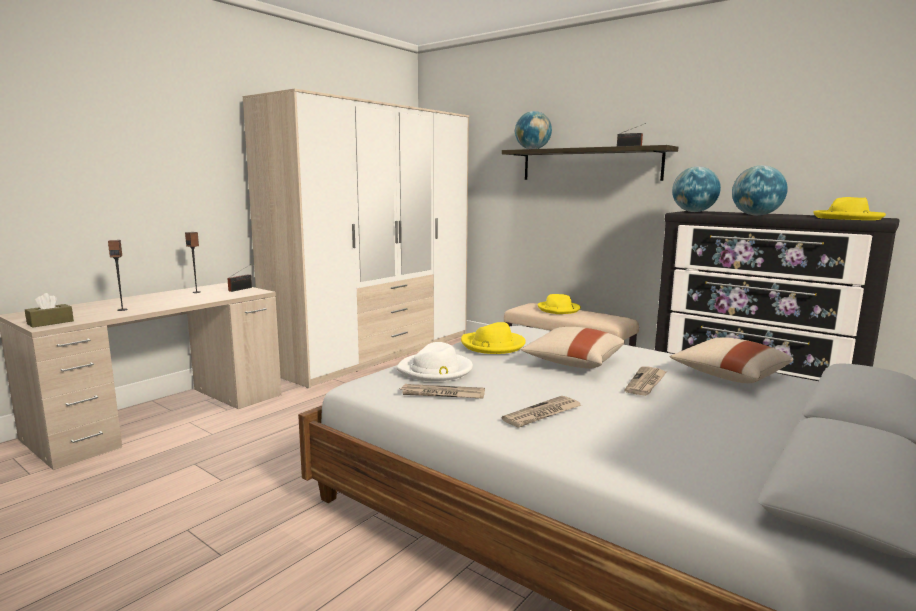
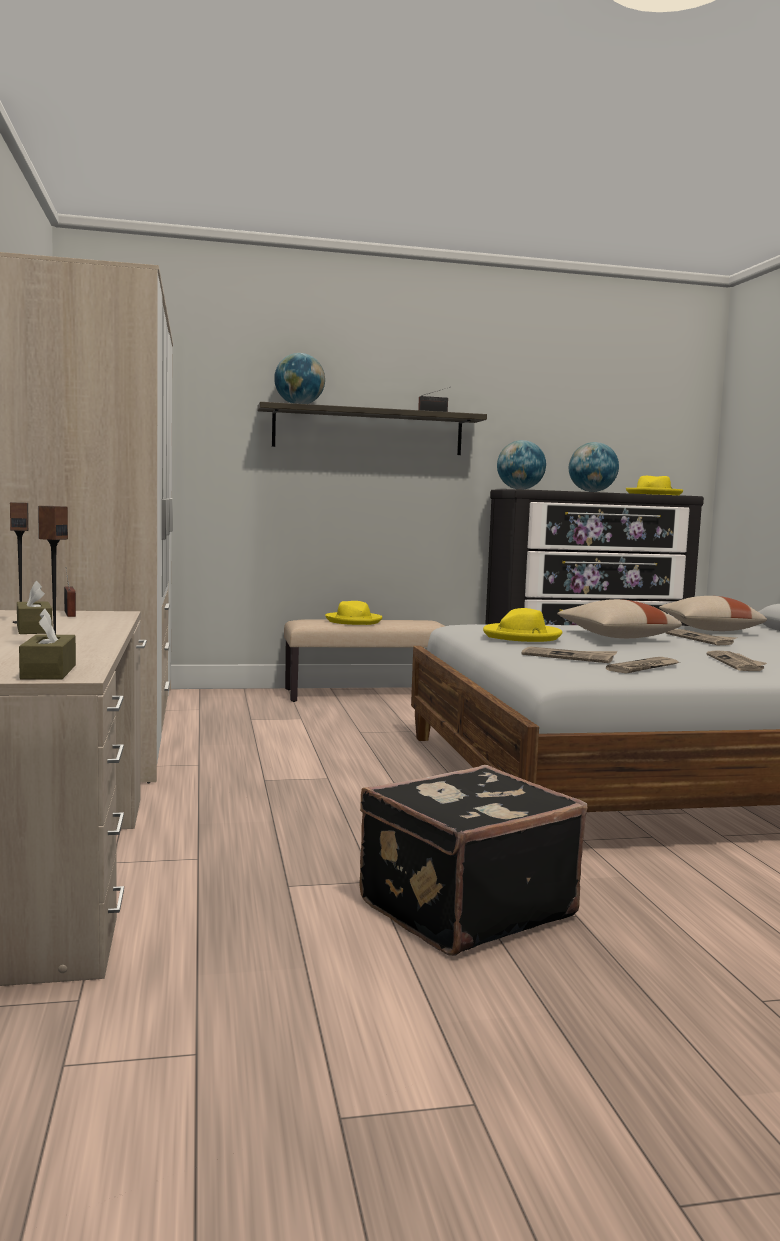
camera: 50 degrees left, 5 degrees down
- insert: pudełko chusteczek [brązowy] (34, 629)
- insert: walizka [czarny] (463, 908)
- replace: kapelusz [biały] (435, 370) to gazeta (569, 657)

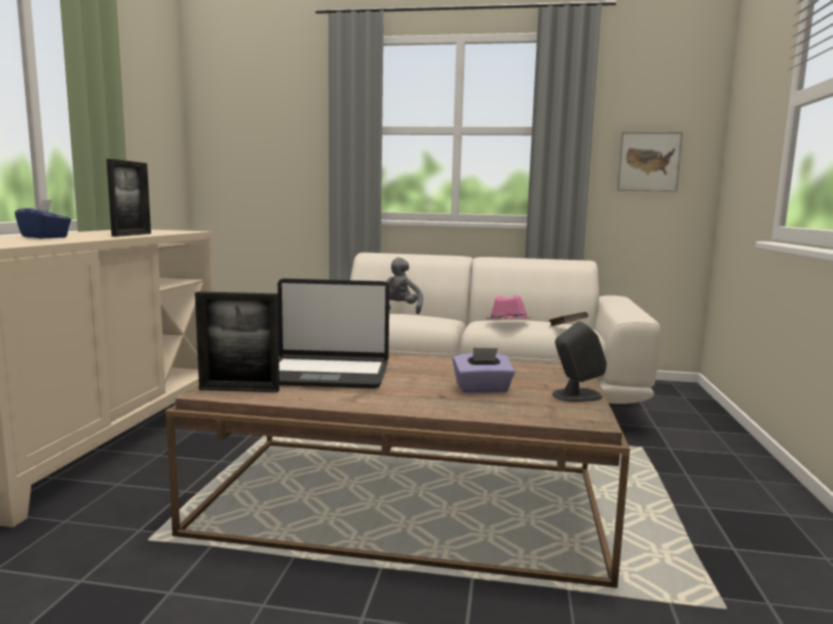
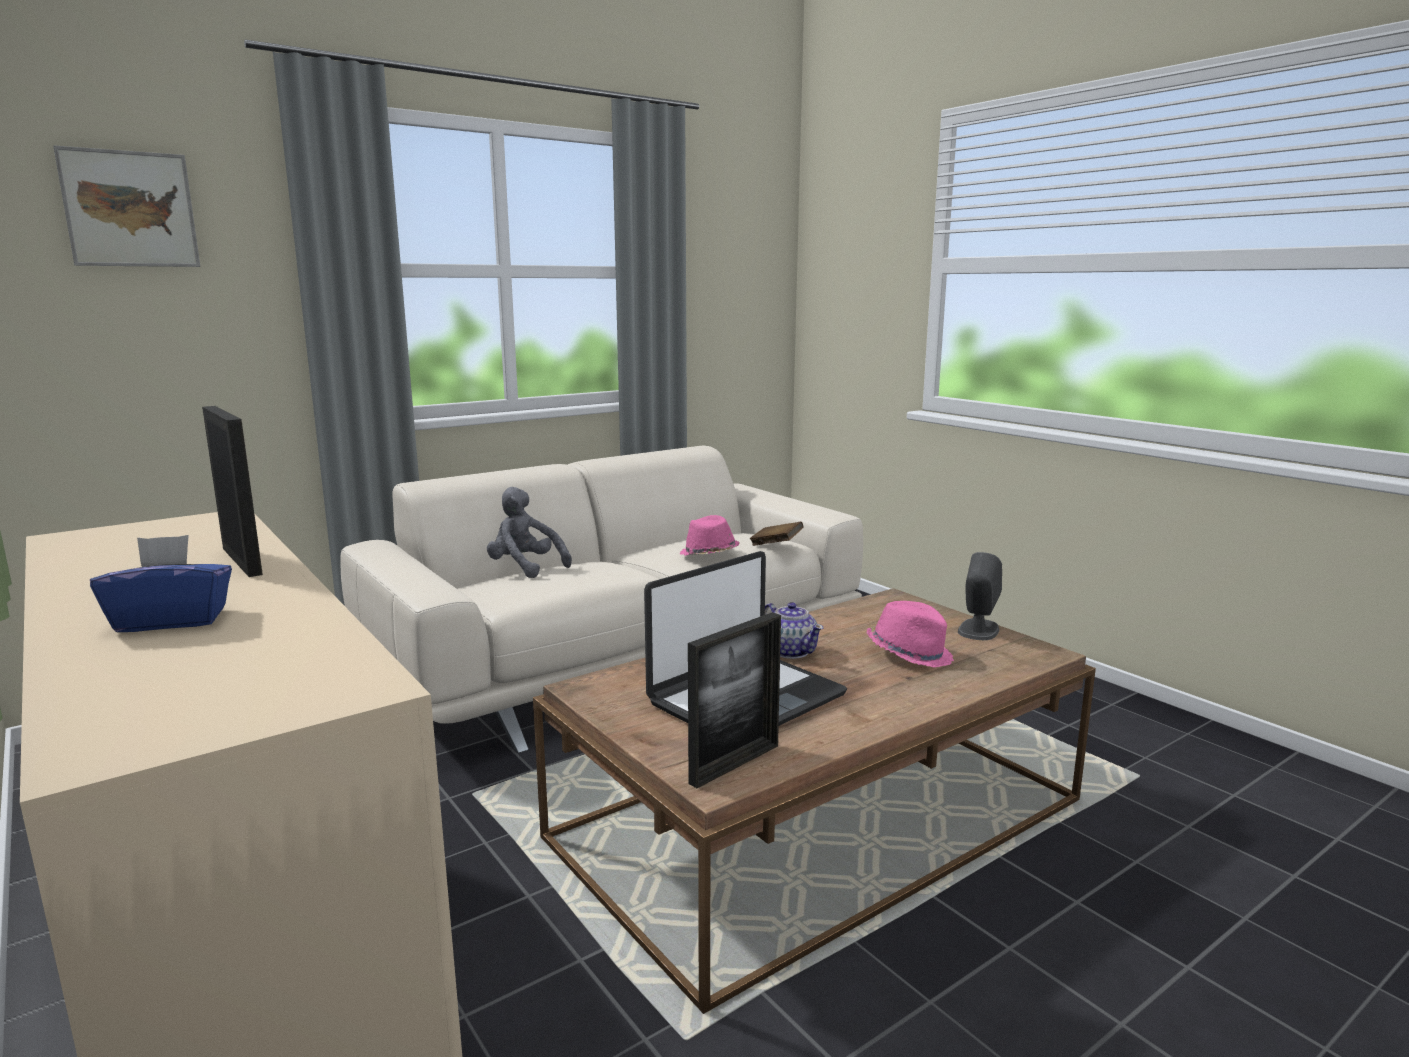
camera: 45 degrees left, 5 degrees up
- insert: imbryk (791, 651)
- move: obraz (648, 161) to (130, 209)
- replace: pudełko chusteczek [fioletowy] (482, 389) to kapelusz [różowy] (909, 654)

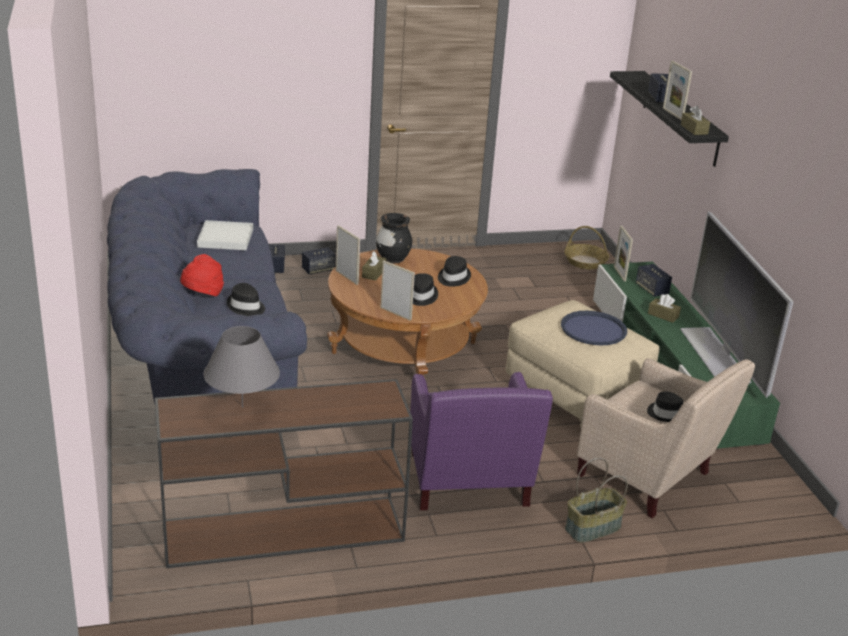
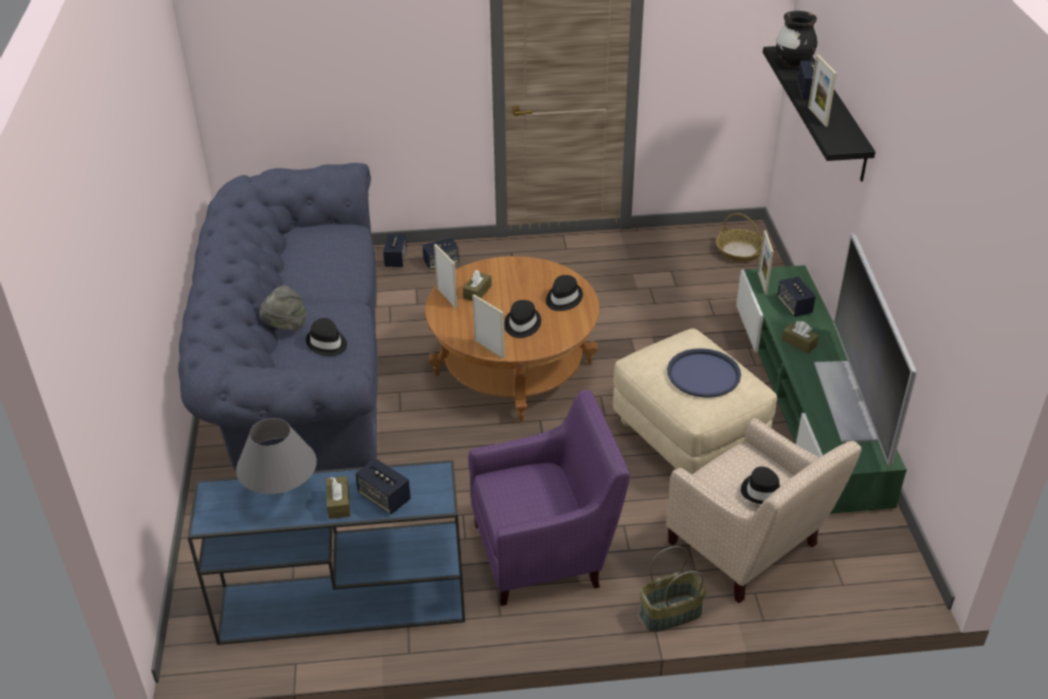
camera: 10 degrees right, 10 degrees up
- delete: taca [biały] (225, 238)
- insert: głośnik (384, 498)
- move: wazon [czarny] (393, 259) to (793, 64)
- move: pudełko chusteczek [brązowy] (694, 129) to (338, 503)
- recolor: stolik konsolowy [brązowy] (281, 532) to stolik konsolowy [niebieski] (339, 604)
- recolor: kapelusz [czerwony] (203, 295) to kapelusz [szary] (285, 327)
- rotate: fotel [fioletowy] (467, 485) = (546, 552) 105 degrees counterclockwise

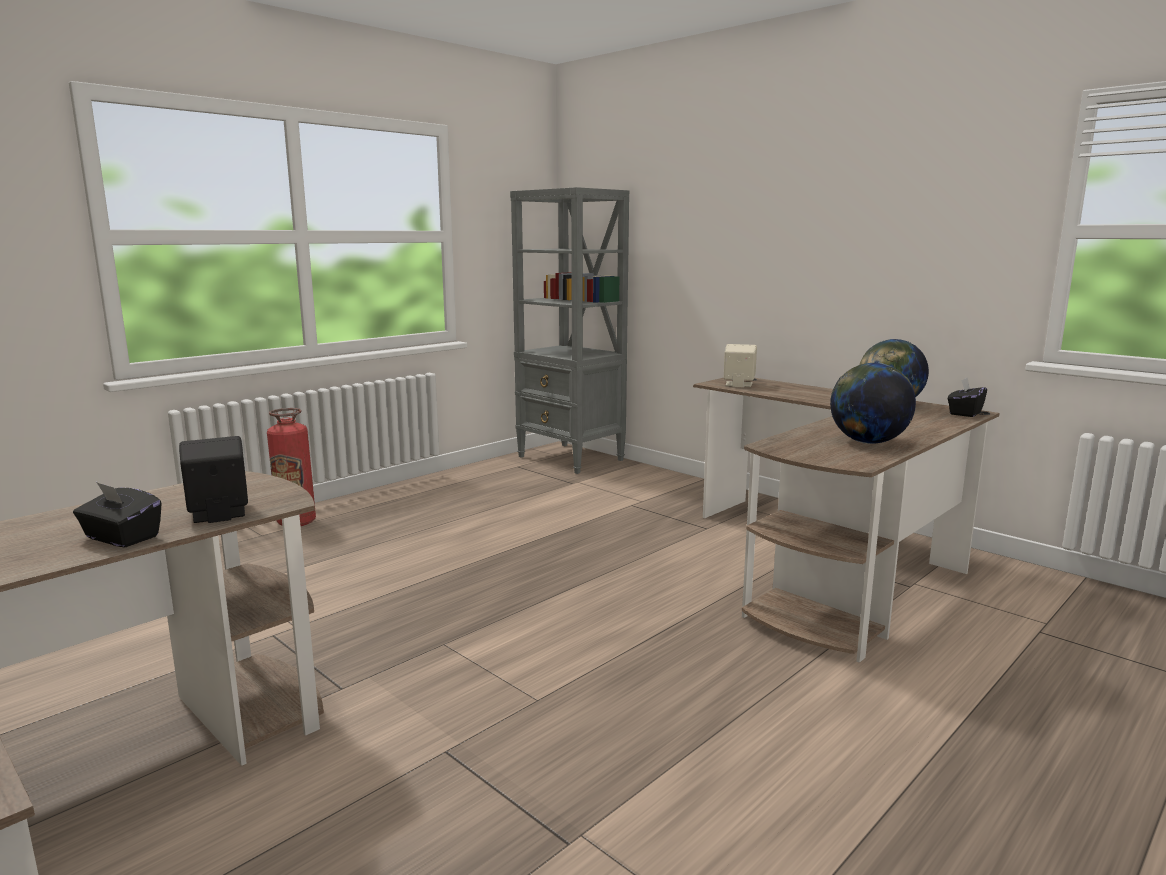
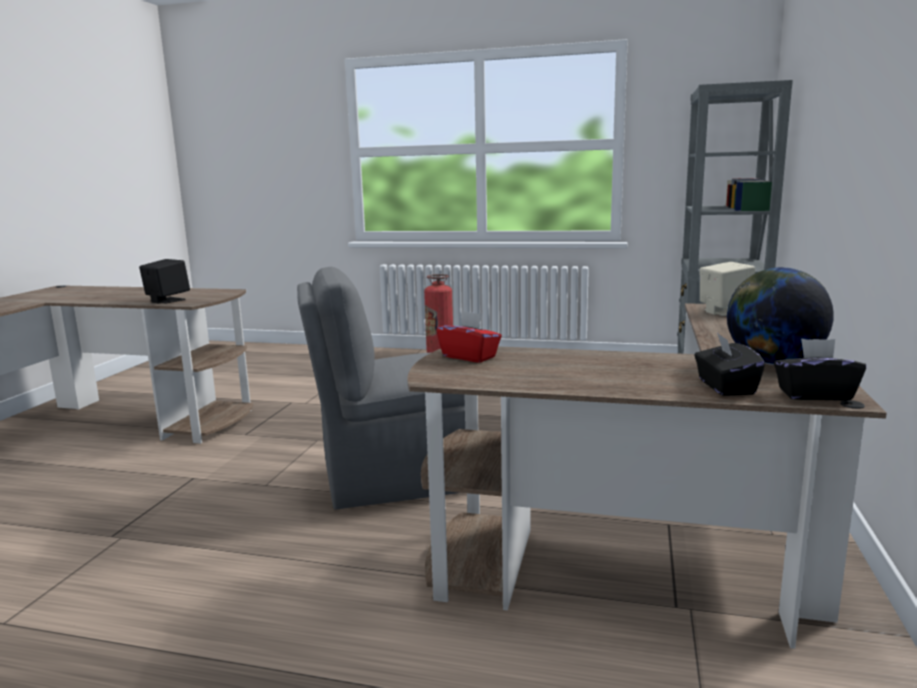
camera: 60 degrees right, 0 degrees up
- delete: globus (868, 442)
- insert: krzesło [szary] (394, 478)
- insert: pudełko chusteczek [czerwony] (469, 356)
- move: pudełko chusteczek [czarny] (121, 538) to (725, 387)

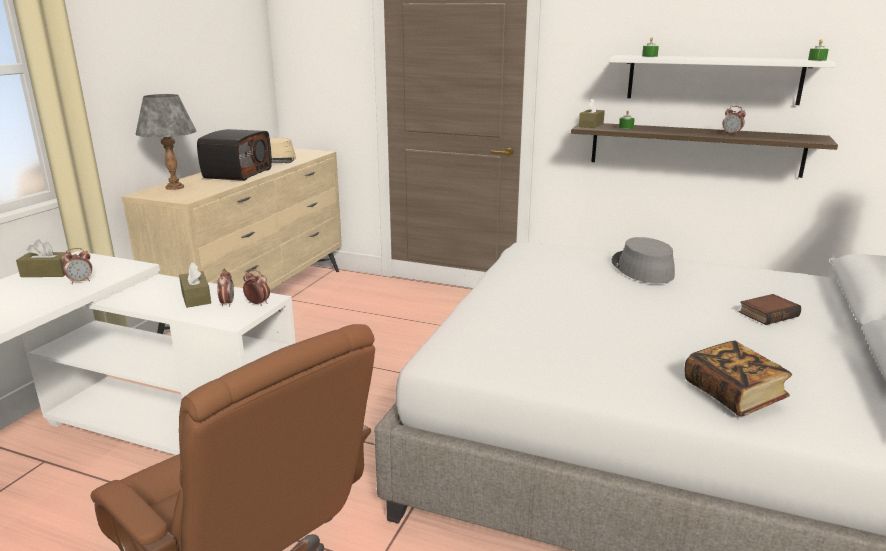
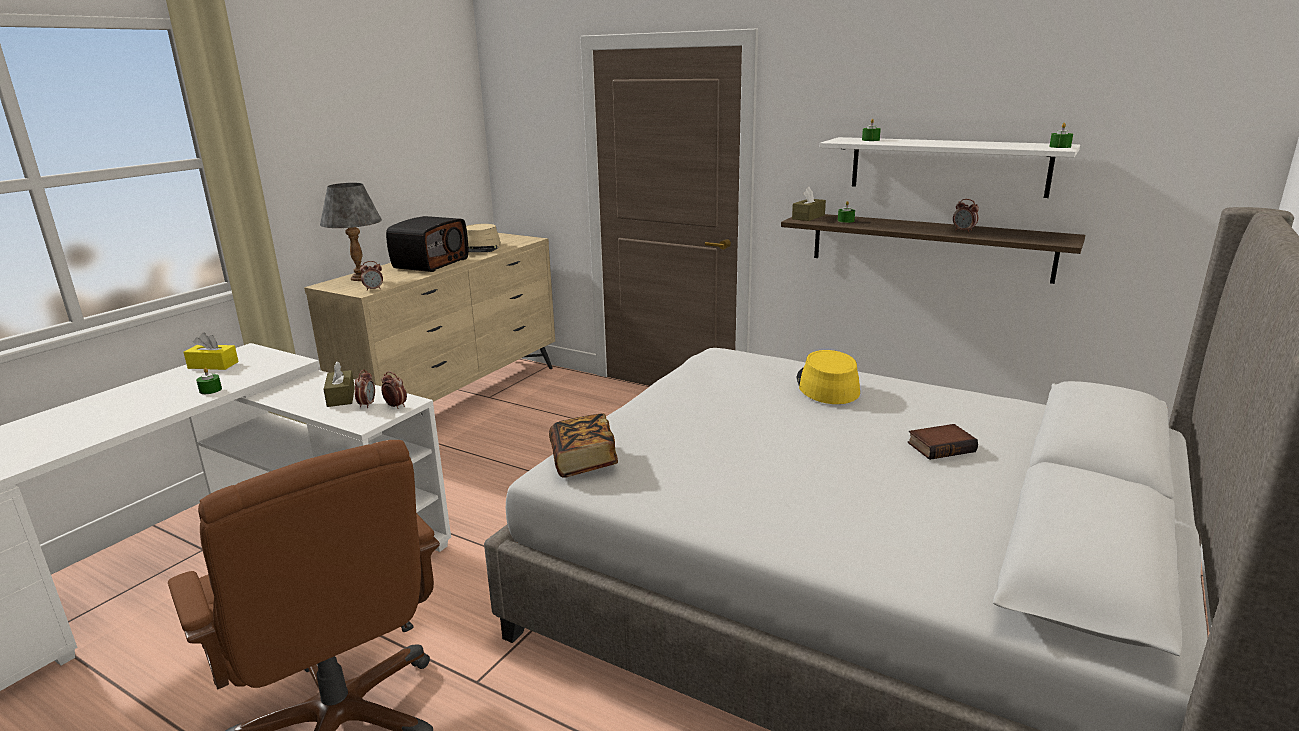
camera: 10 degrees right, 0 degrees up
- insert: świeca [zielony] (210, 390)
- move: budzik (81, 281) to (373, 289)
- move: książka (733, 394) to (583, 461)
- recolor: pudełko chusteczek [brązowy] (47, 273) to pudełko chusteczek [żółty] (213, 365)
- recolor: kapelusz [szary] (641, 268) to kapelusz [żółty] (826, 386)

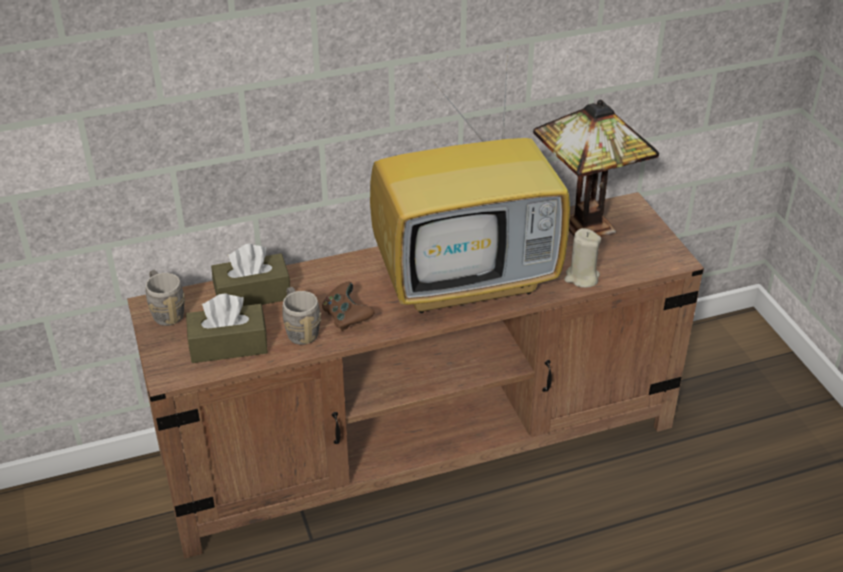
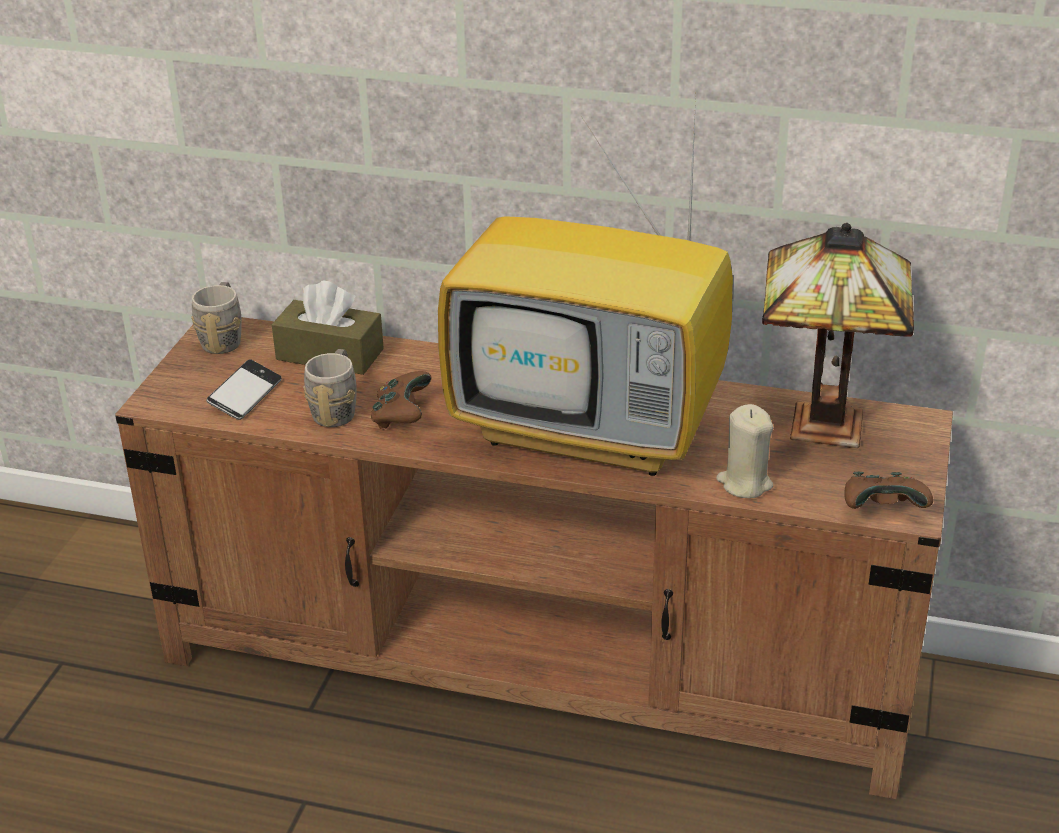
camera: 35 degrees right, 5 degrees down
- insert: pad do gier [brązowy] (882, 510)
- replace: pudełko chusteczek [brązowy] (228, 345) to telefon (245, 396)

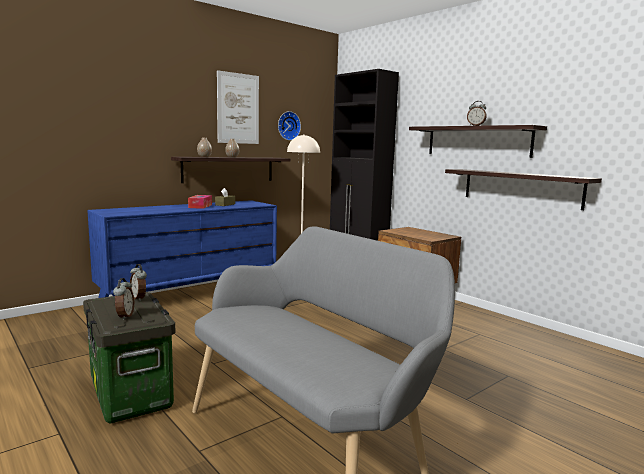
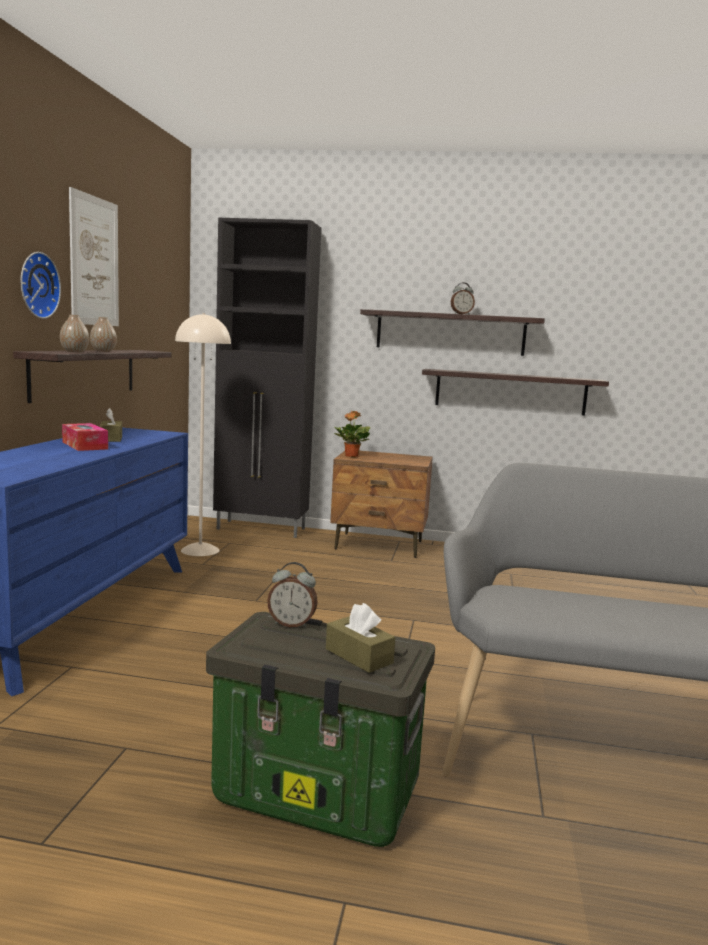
camera: 40 degrees left, 0 degrees up
- insert: roślina doniczkowa (351, 456)
- move: zegar ścienny (288, 126) to (36, 285)
- replace: budzik (124, 316) to pudełko chusteczek [brązowy] (359, 656)

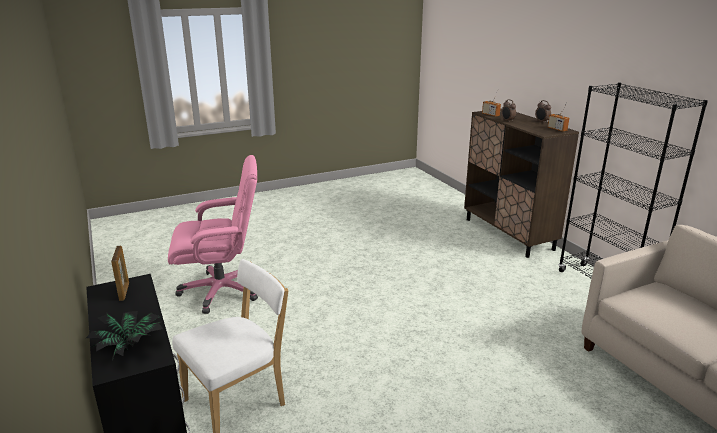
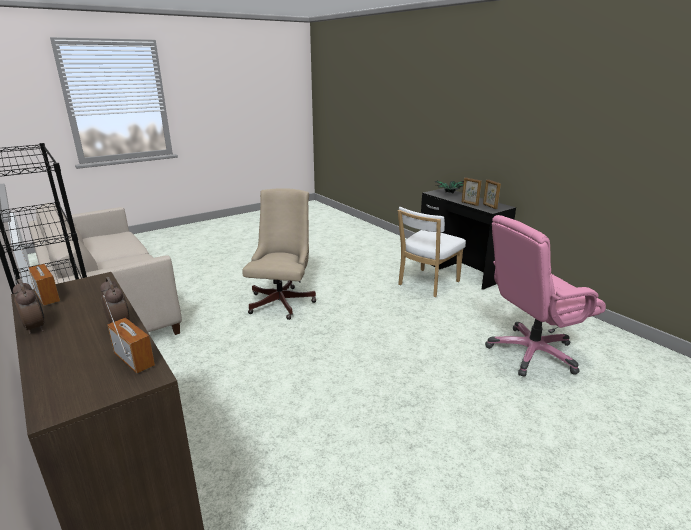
camera: 170 degrees right, 0 degrees up
- insert: krzesło biurowe [beżowy] (283, 301)
- insert: ramka na zdjęcie (469, 204)

